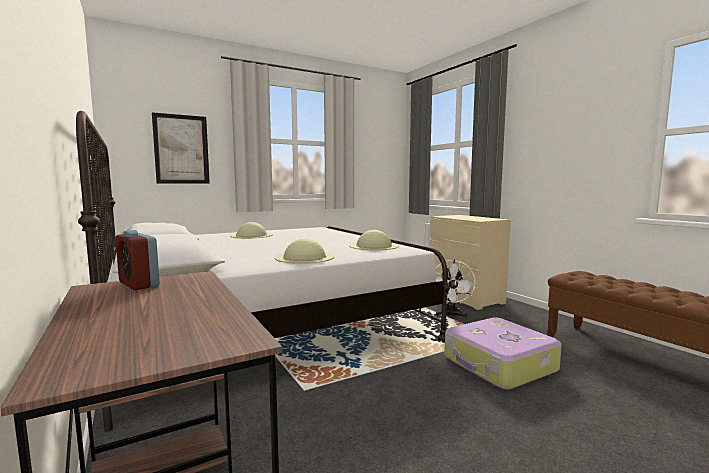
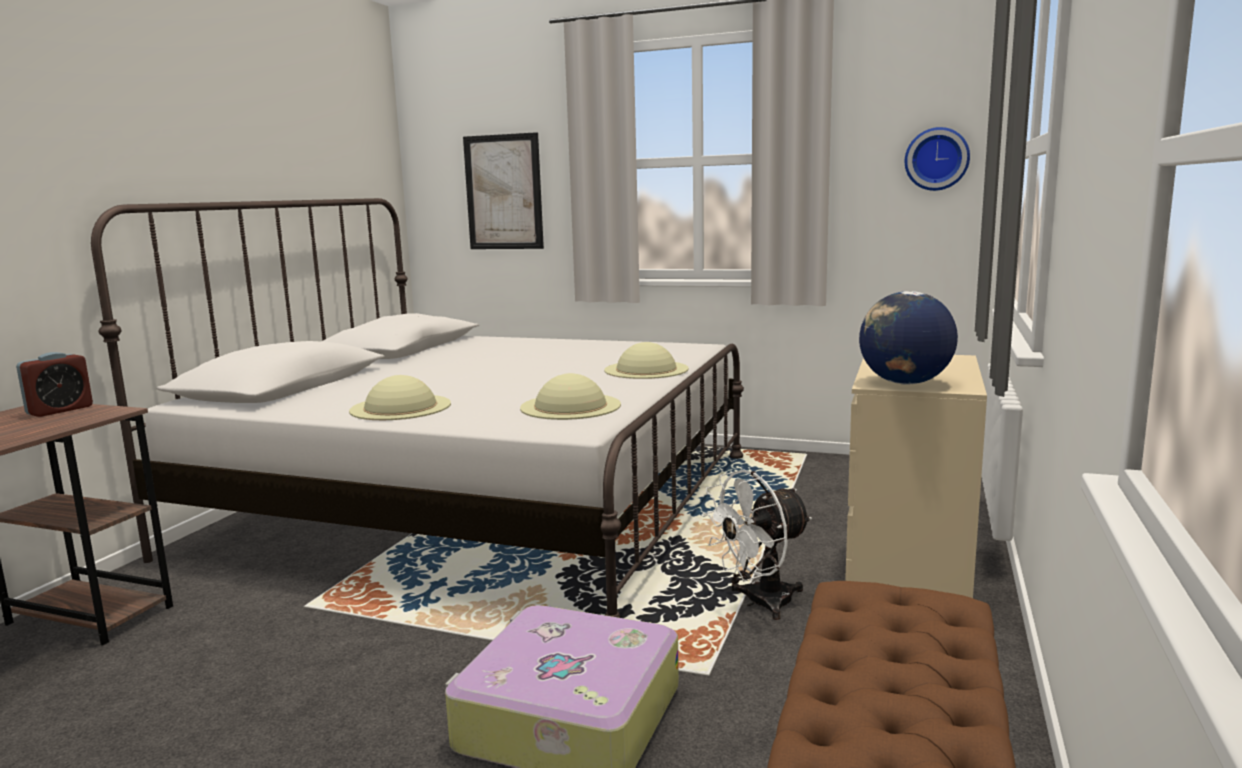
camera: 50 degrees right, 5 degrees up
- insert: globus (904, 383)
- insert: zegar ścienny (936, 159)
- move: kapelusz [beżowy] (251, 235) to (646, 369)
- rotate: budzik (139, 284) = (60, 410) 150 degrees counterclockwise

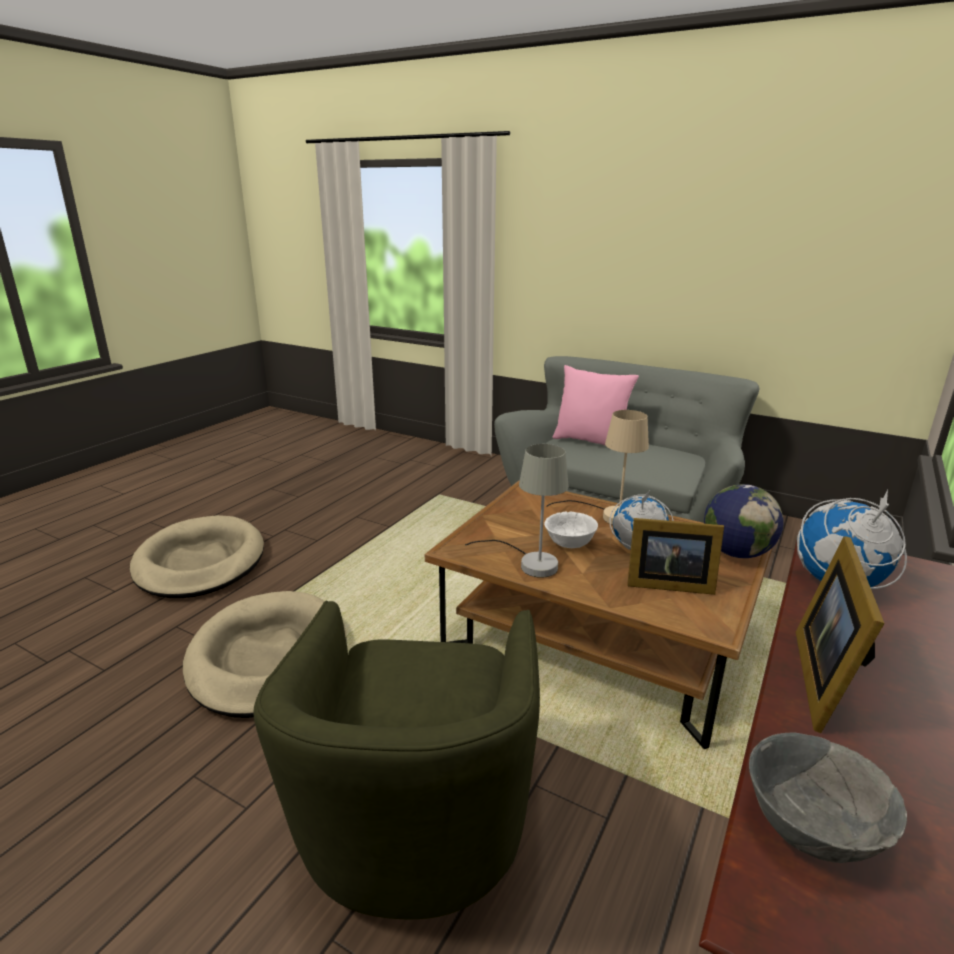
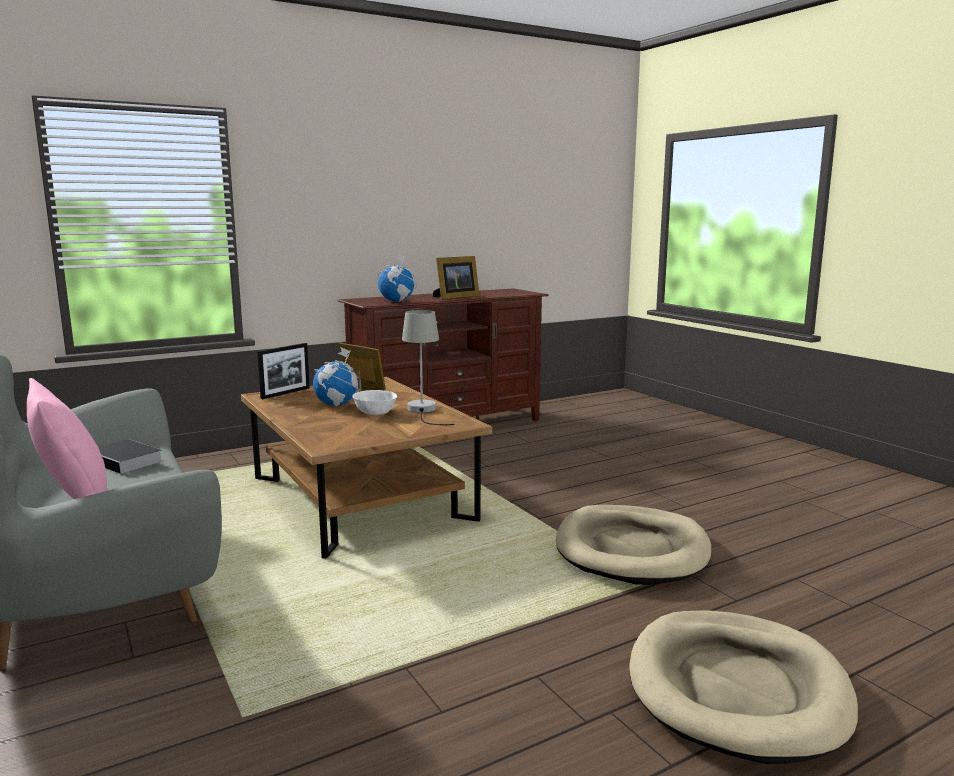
camera: 150 degrees left, 10 degrees down
- delete: fotel [zielony] (414, 823)
- delete: lampa stołowa [beżowy] (609, 515)
- delete: miska [szary] (811, 827)
- insert: książka (127, 461)
- replace: globus (736, 553) to ramka na zdjęcie (285, 393)

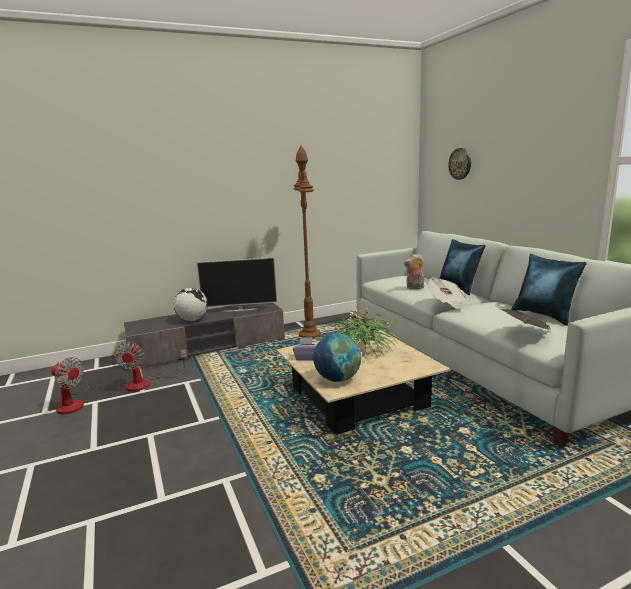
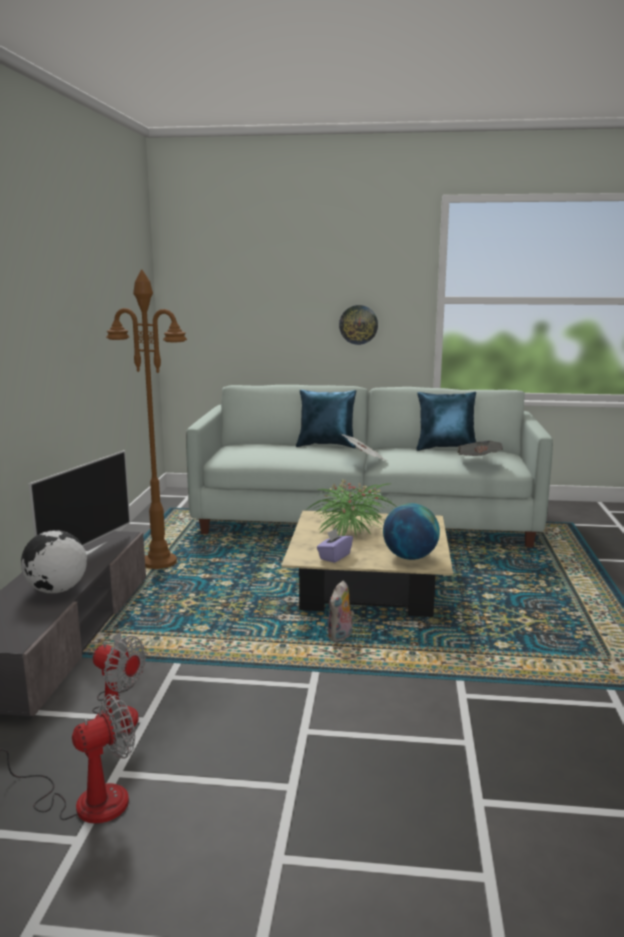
camera: 60 degrees left, 0 degrees up
- move: pluszak (414, 288) to (341, 637)
- move: zegar ścienny (460, 163) to (358, 324)

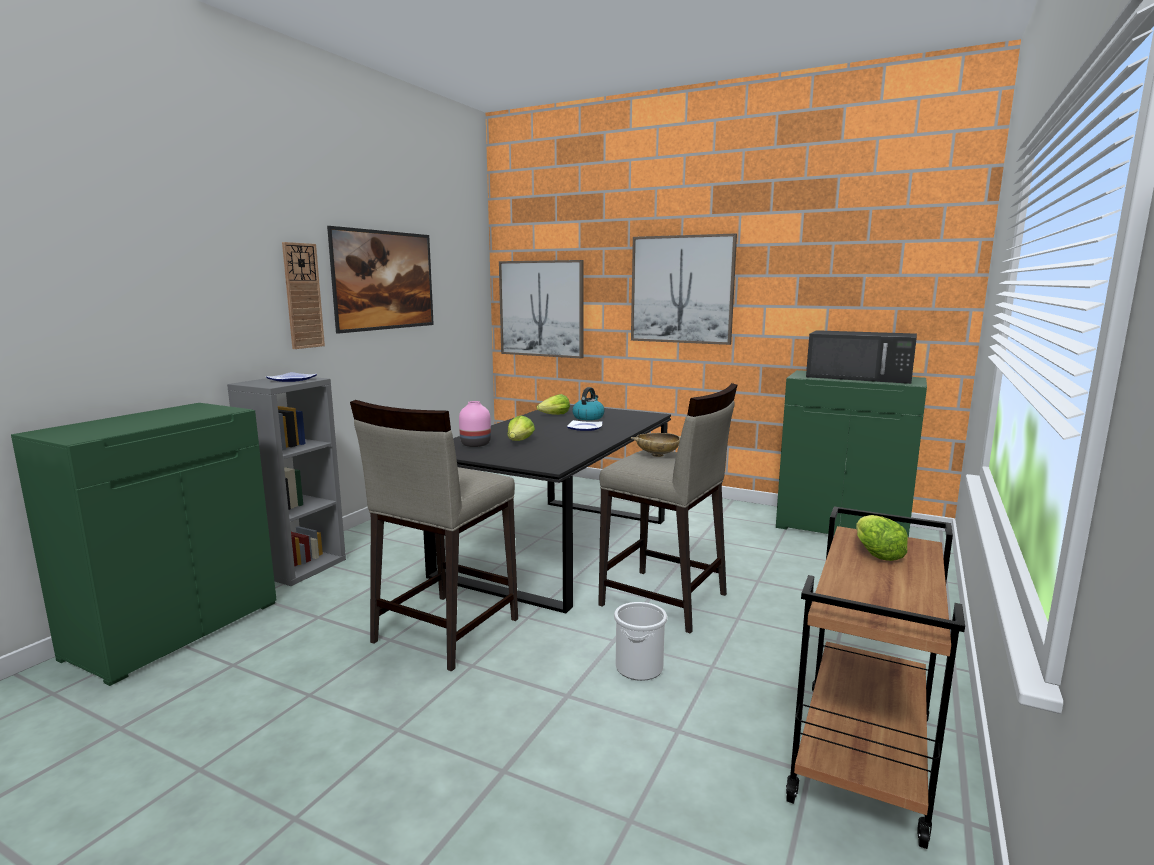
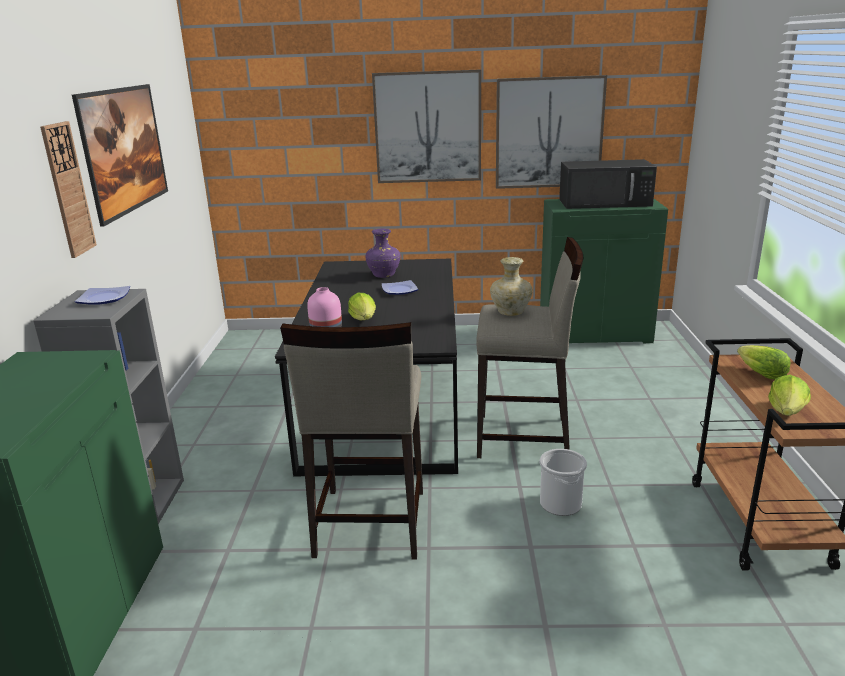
camera: 25 degrees left, 10 degrees up
- move: obraz (541, 308) to (549, 133)
- move: sałata (554, 415) to (787, 412)
- replace: czajnik (588, 417) to wazon [fioletowy] (383, 275)
- replace: miska [beżowy] (657, 455) to wazon [beżowy] (510, 312)

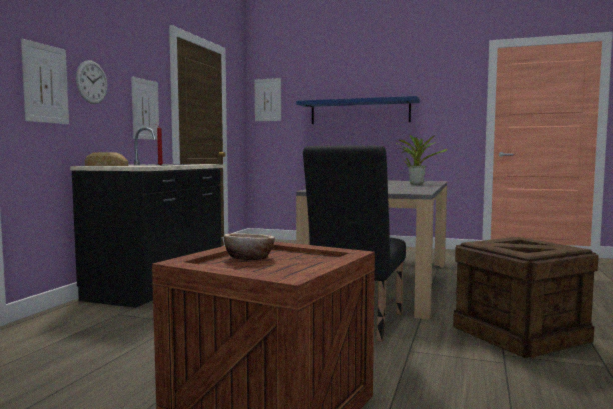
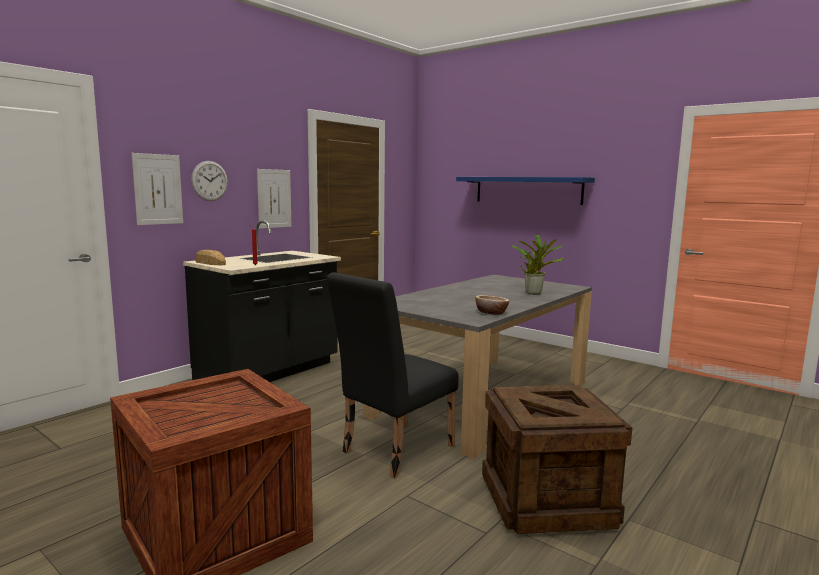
camera: 20 degrees right, 5 degrees up
- delete: obraz (268, 100)
- move: miska (249, 258) to (491, 313)

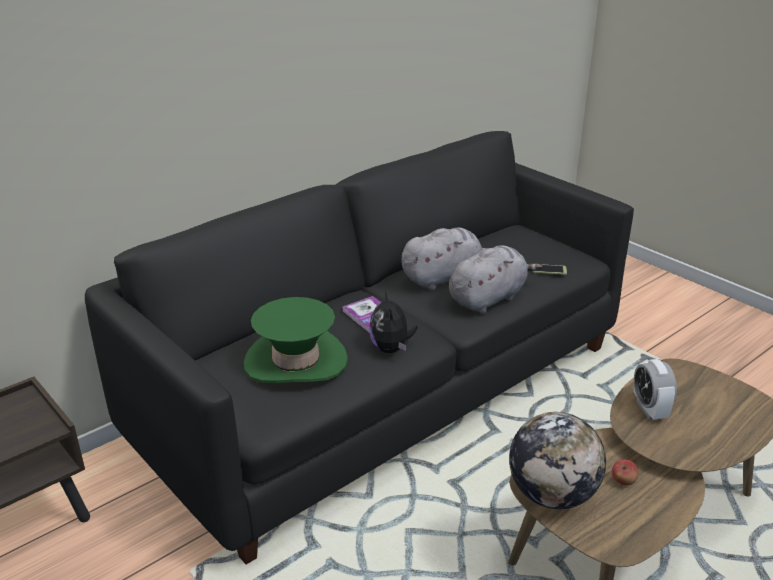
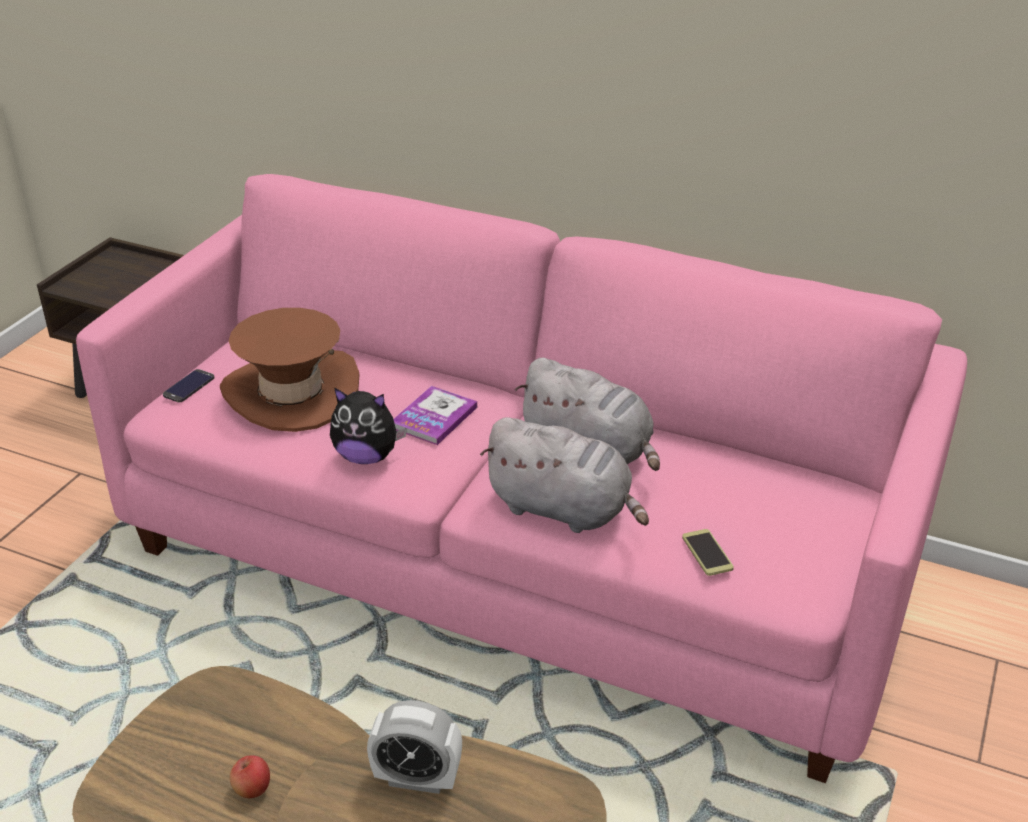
camera: 65 degrees right, 5 degrees up
- delete: globus (552, 495)
- insert: telefon (189, 386)
- recolor: kanapa [czarny] (387, 393) to kanapa [różowy] (515, 561)
- recolor: kapelusz [zielony] (296, 361) to kapelusz [brązowy] (291, 393)
- rotate: pluszak (391, 349) = (367, 457) 135 degrees counterclockwise
- rotate: budzik (649, 409) = (417, 779) 135 degrees counterclockwise

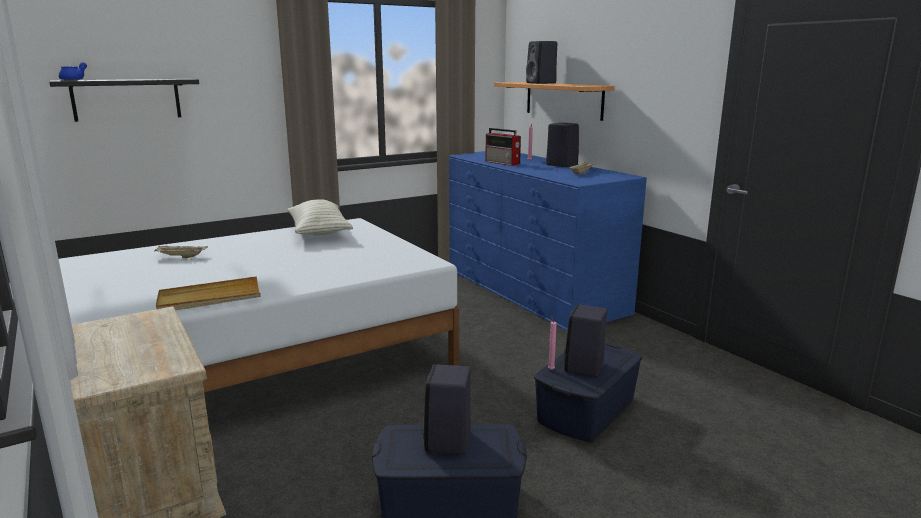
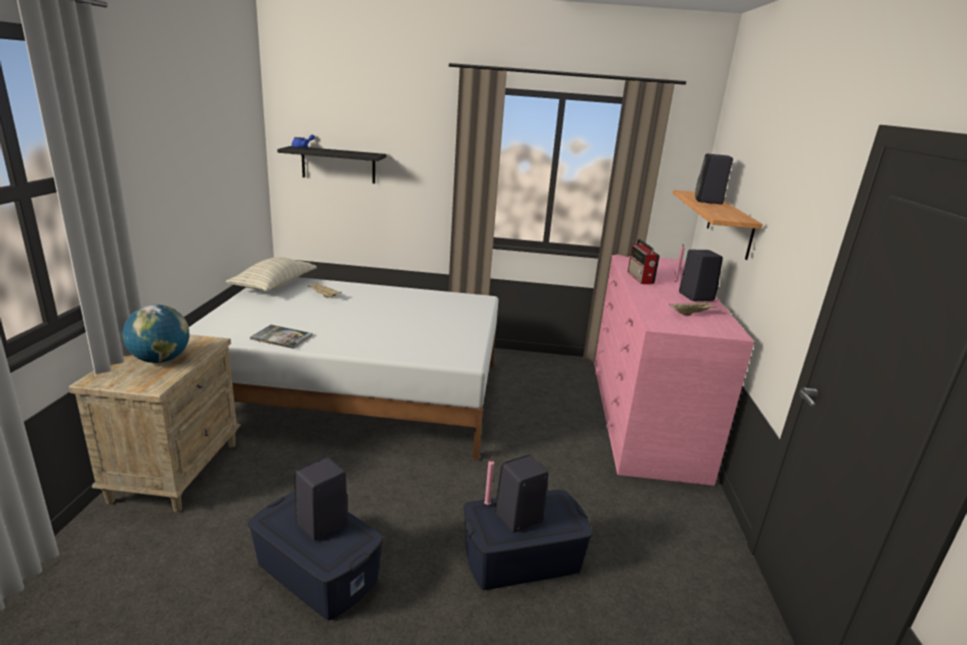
camera: 35 degrees right, 5 degrees up
- insert: globus (160, 359)
- move: poduszka (319, 232) to (274, 286)
- replace: taca [beżowy] (209, 298) to książka (282, 337)
- recolor: komoda [niebieski] (530, 288) to komoda [różowy] (643, 412)

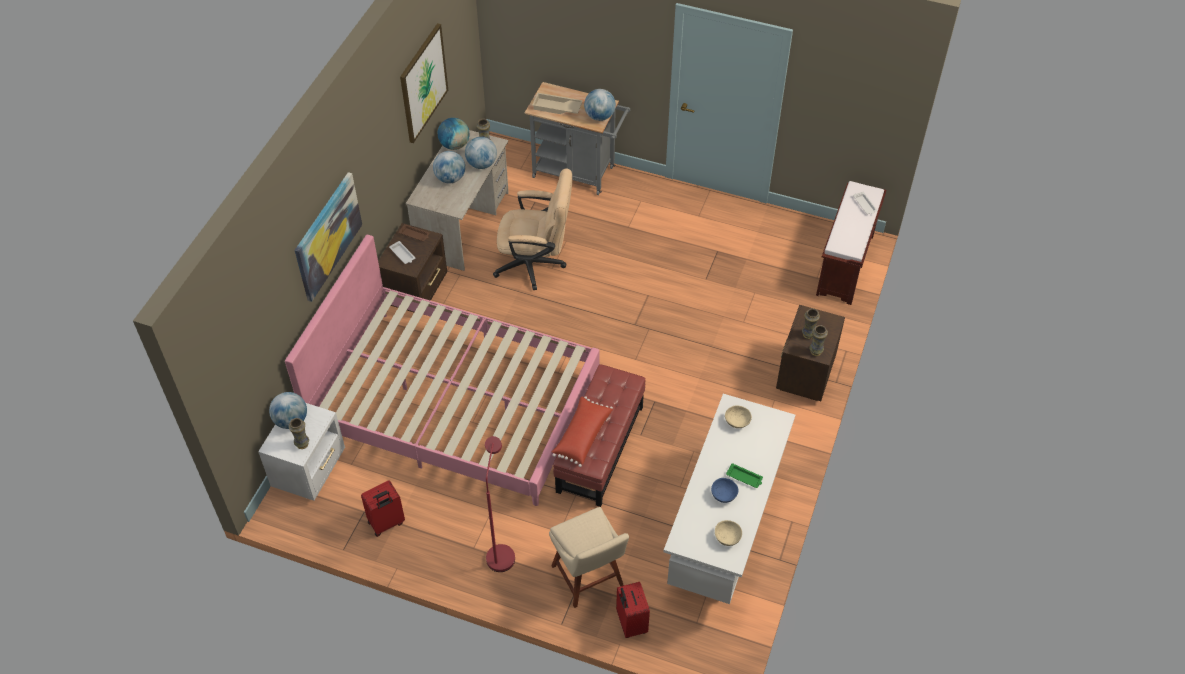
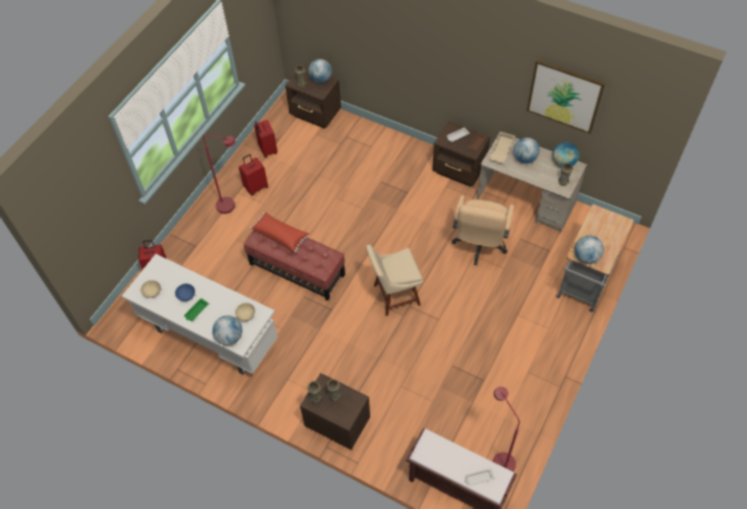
camera: 100 degrees right, 5 degrees up
- delete: łóżko [różowy] (455, 403)
- delete: obraz (327, 236)
- insert: walizka [czerwony] (256, 187)
- insert: lampa stojąca [czerwony] (499, 459)
- move: globus (481, 164) to (229, 337)
- move: taca [beżowy] (556, 108) to (501, 150)
- move: krzesło [beżowy] (589, 578) to (394, 295)
- recolor: szafka nocna [biały] (311, 470) to szafka nocna [brązowy] (316, 114)

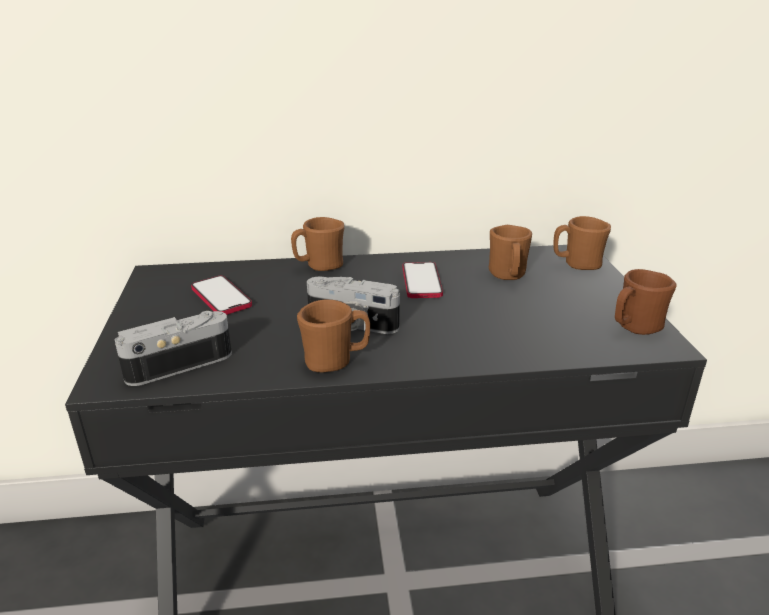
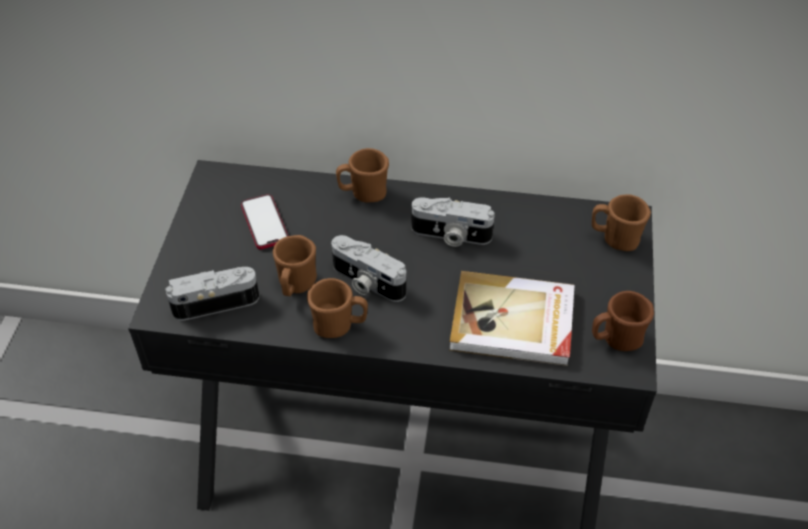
camera: 15 degrees right, 20 degrees up
- insert: książka (513, 322)
- move: kubek [brązowy] (508, 276) to (295, 285)
- replace: telefon (421, 282) to aparat fotograficzny (450, 235)

